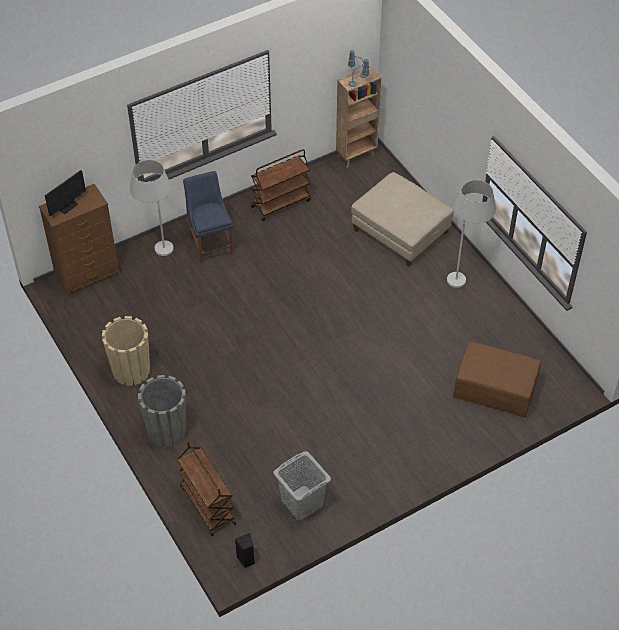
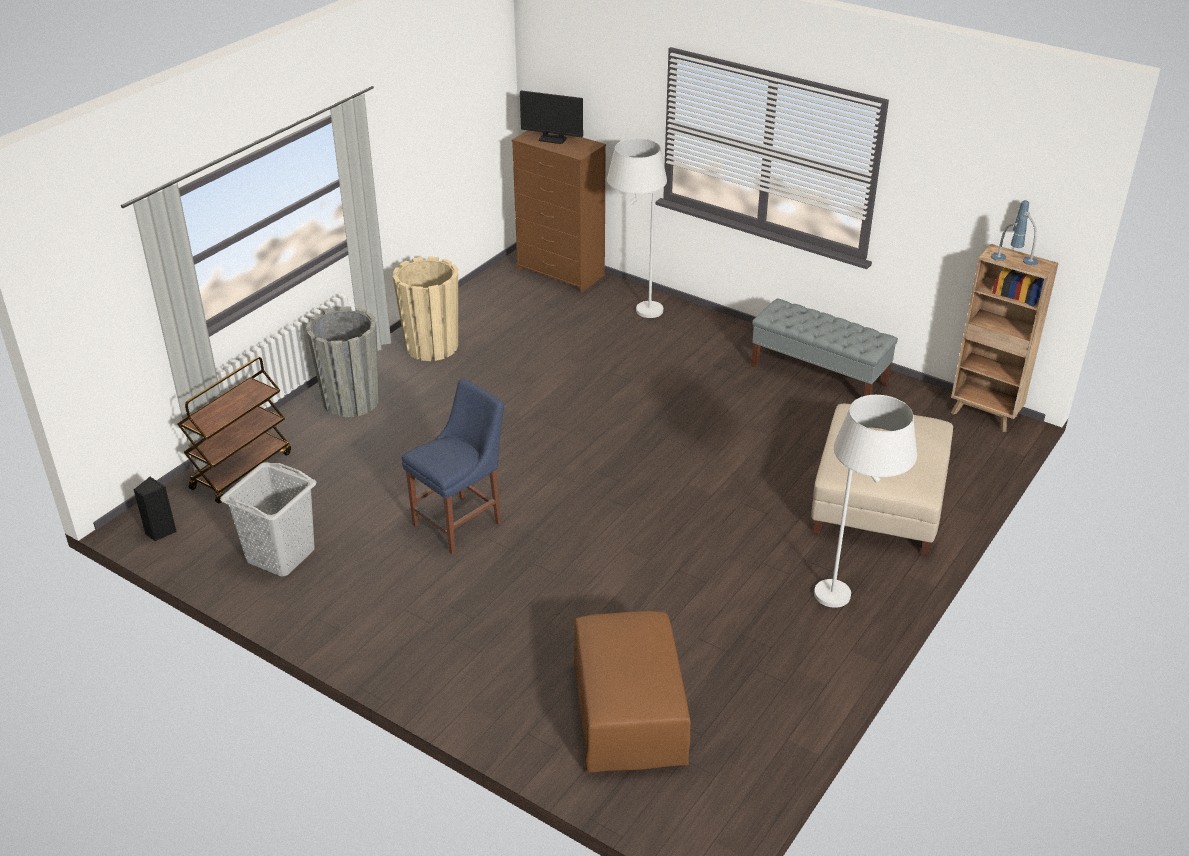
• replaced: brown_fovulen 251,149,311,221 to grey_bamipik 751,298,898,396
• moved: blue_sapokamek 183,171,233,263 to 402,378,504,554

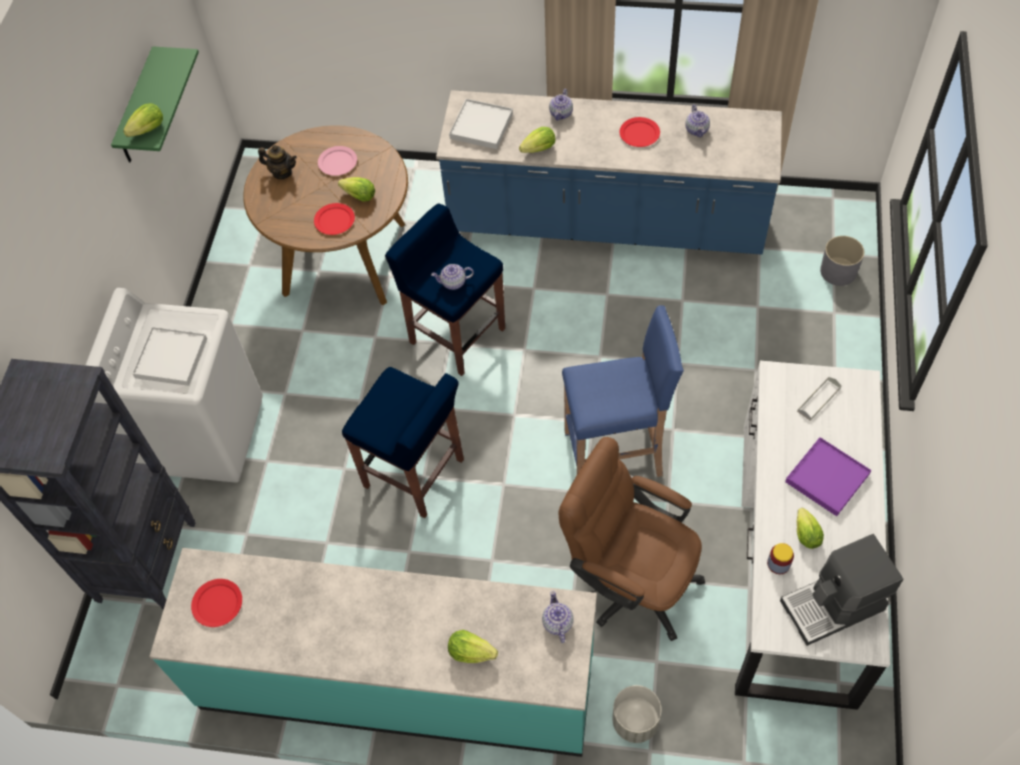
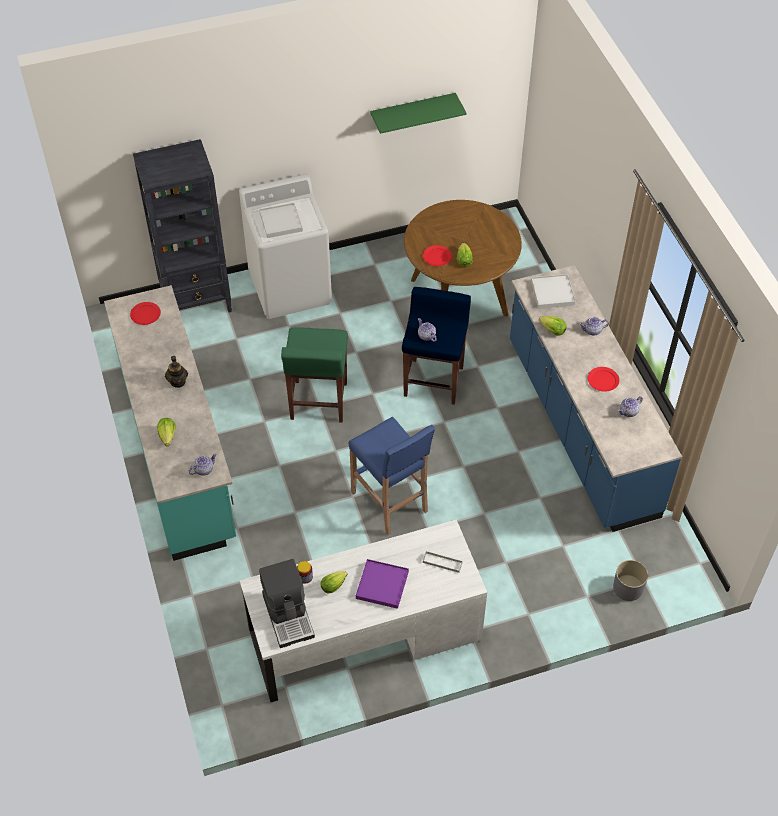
• removed: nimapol 123,103,163,137
• moved: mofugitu 258,145,297,179 to 165,356,188,388
• removed: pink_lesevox 318,146,357,176
• recoloured: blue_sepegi 342,367,464,518 to green_sepegi 281,328,348,423
• removed: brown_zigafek 558,437,705,641
• turned: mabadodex 780,534,903,646 = 259,559,315,648 150 degrees counterclockwise
• removed: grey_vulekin 612,685,661,743

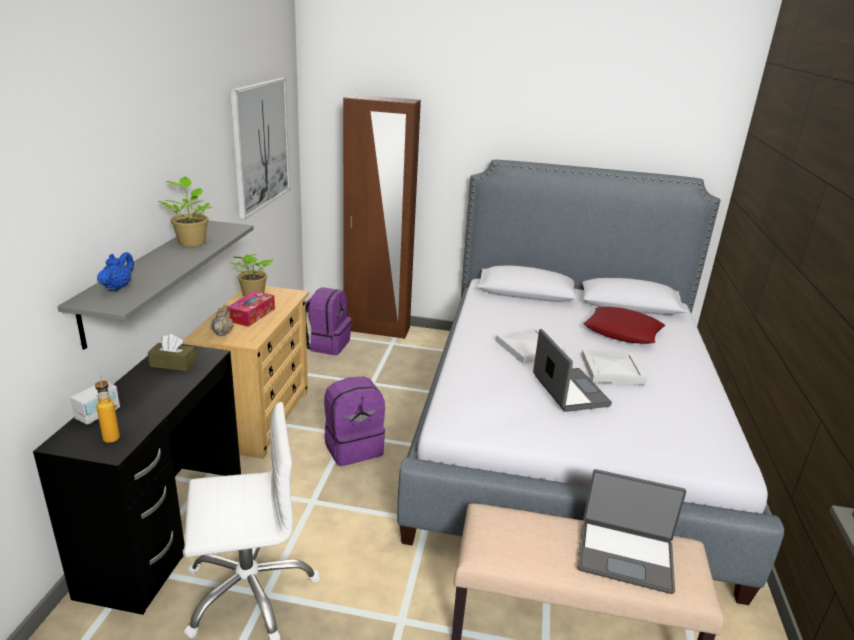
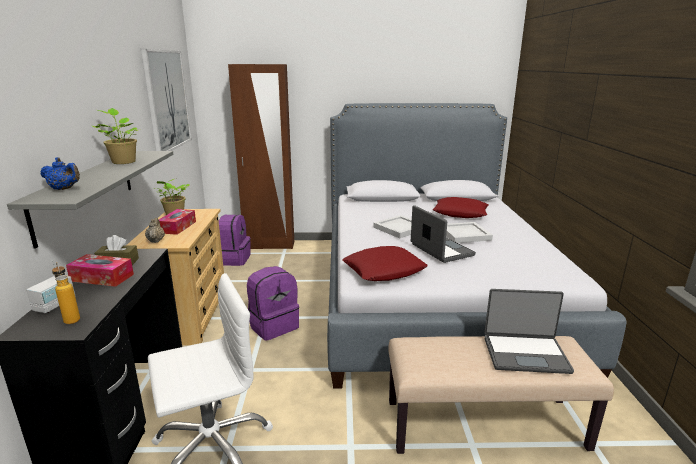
• turned: blue_mofugitu 97,252,134,291 = 40,157,80,190 105 degrees clockwise
• added: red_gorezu 342,246,428,281
• added: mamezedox 66,254,134,287

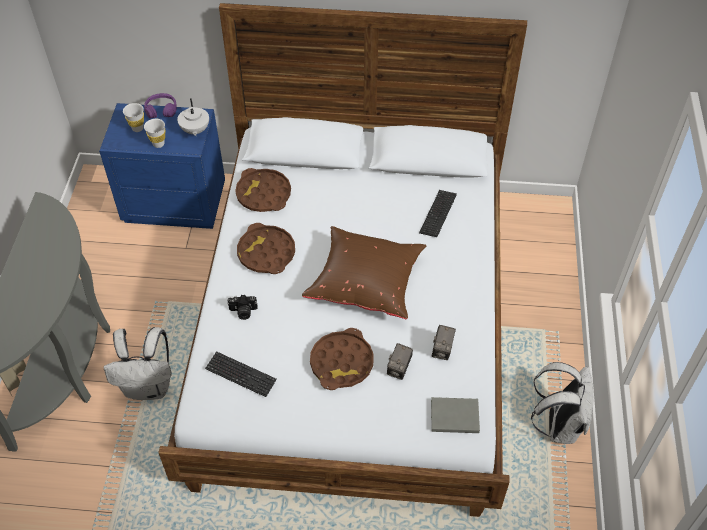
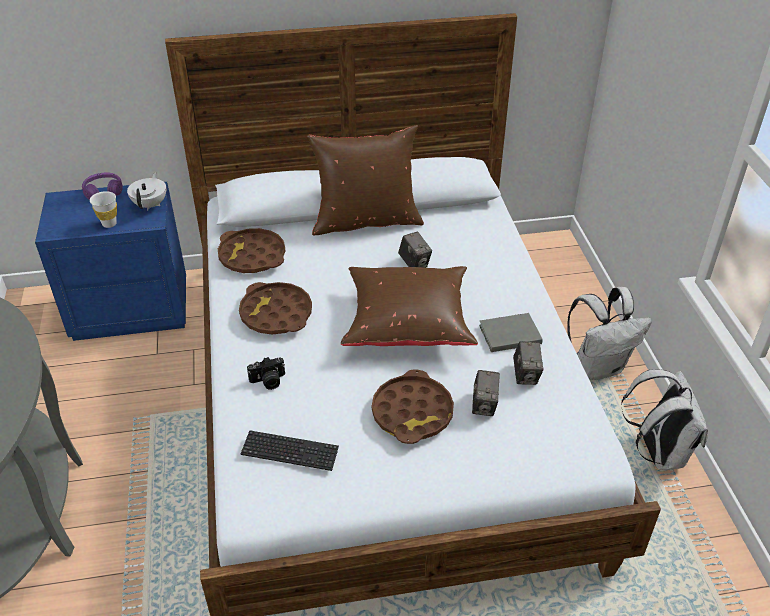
• turned: white_mofugitu 177,98,209,136 = 127,172,166,210 150 degrees counterclockwise
• removed: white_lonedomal 123,103,144,132
• removed: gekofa 419,190,457,237
• moved: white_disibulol 104,327,172,400 to 567,287,652,380
• moved: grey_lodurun 431,397,480,433 to 479,313,543,352
• added: brown_gorezu 307,125,424,236
• added: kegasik 398,232,432,268

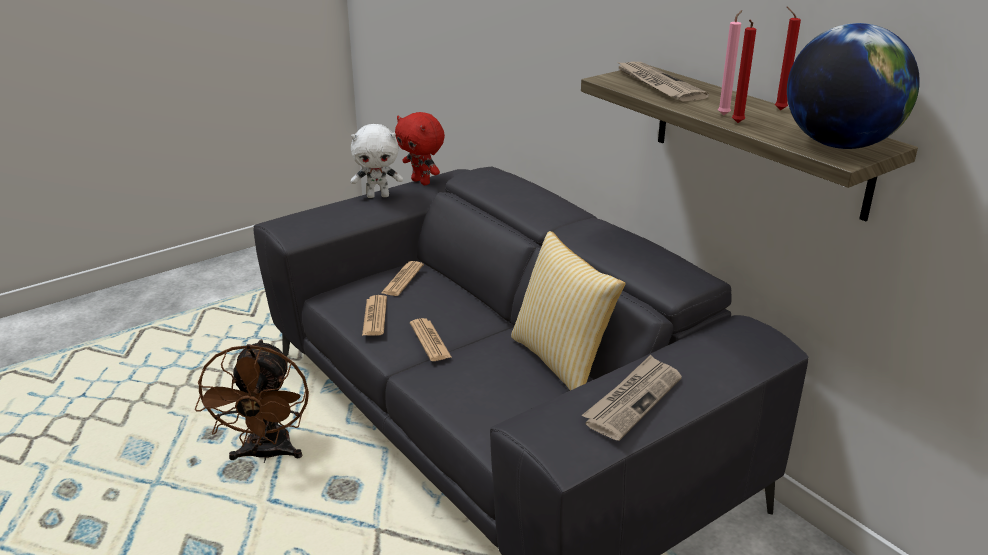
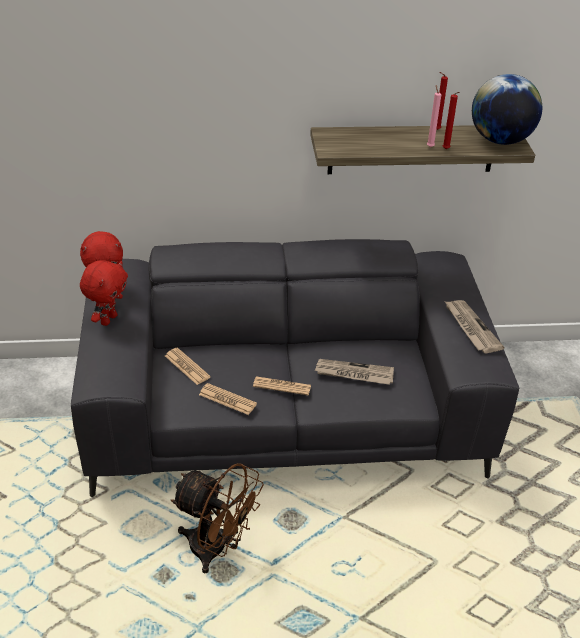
• moved: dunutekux 616,61,709,101 to 315,359,394,385
• recoloured: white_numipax 351,124,403,198 to red_numipax 80,260,127,326
• removed: gorezu 511,231,625,391

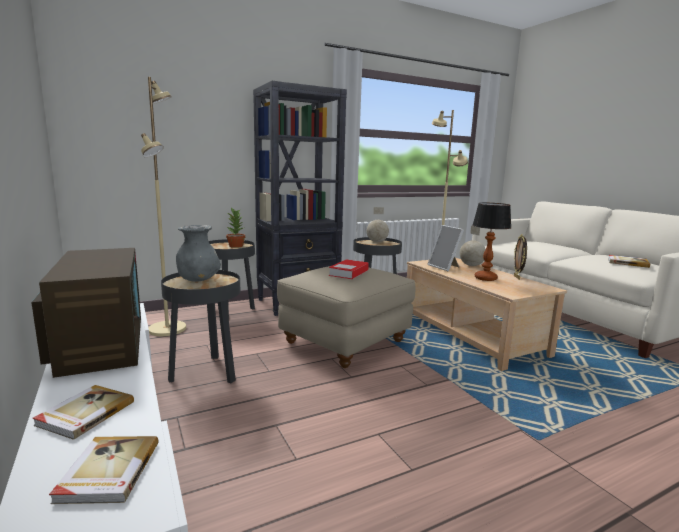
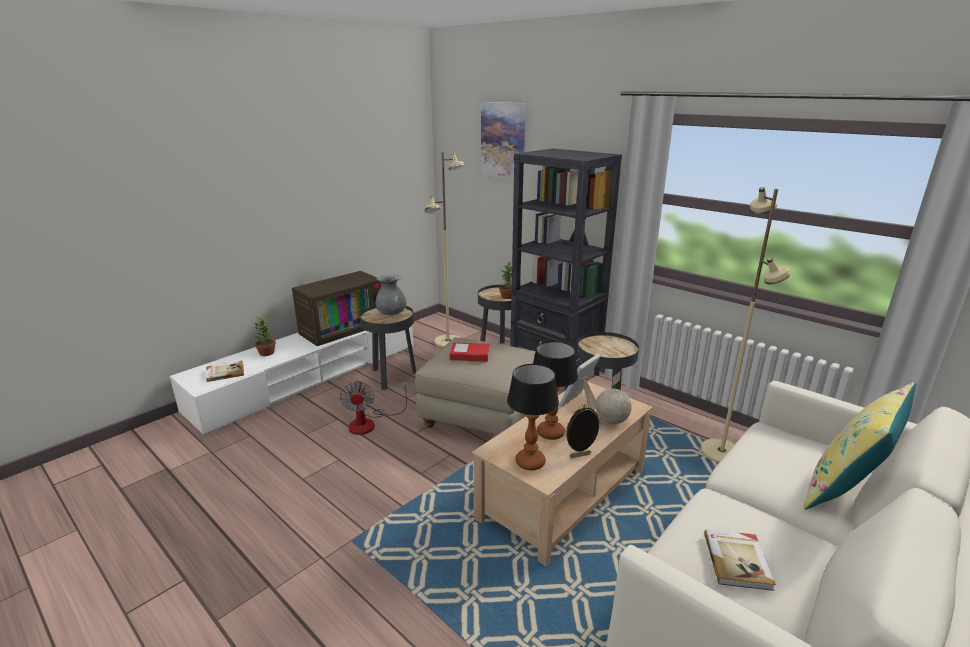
• removed: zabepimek 366,207,389,242
• replaced: lodurun 32,385,134,440 to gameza 253,316,276,356
• added: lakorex 481,102,526,180
• added: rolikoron 507,364,559,470
• added: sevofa 340,380,409,435
• added: yellow_gorezu 804,382,916,509

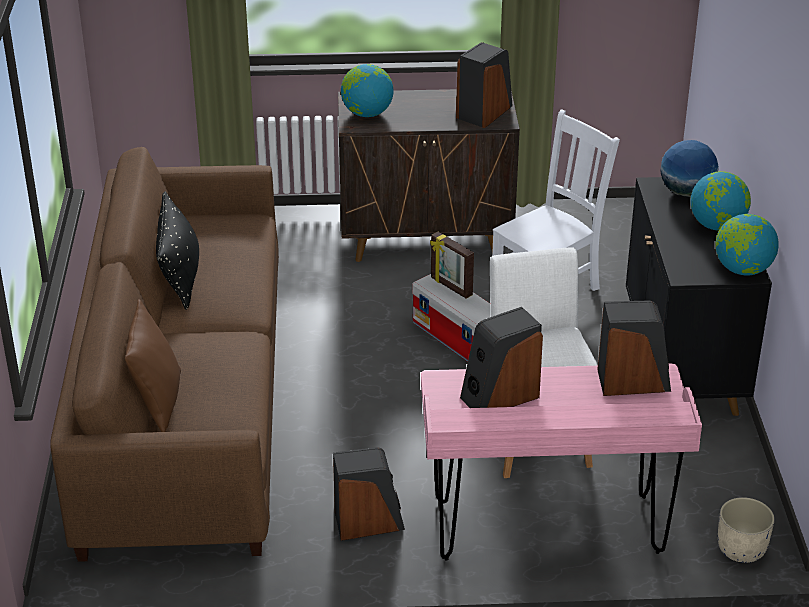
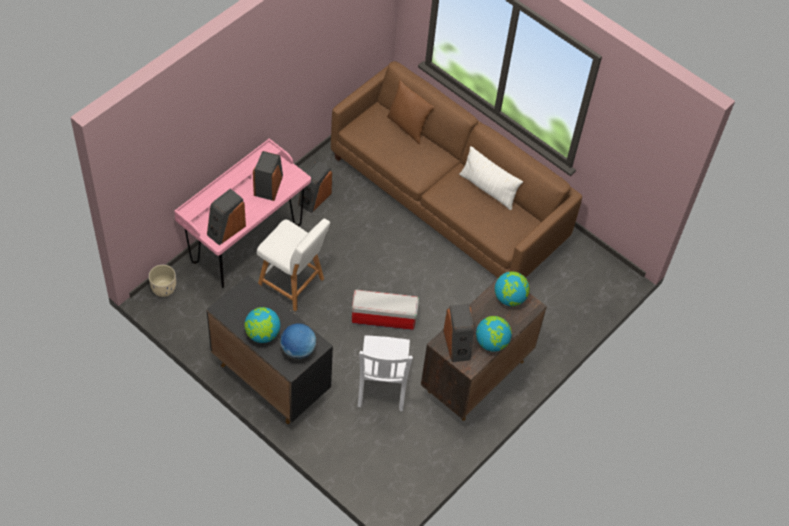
• recoloured: black_gorezu 156,192,199,310 to white_gorezu 459,146,523,210
• moved: zabepimek 716,214,779,276 to 476,316,512,352
• removed: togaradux 430,232,474,299

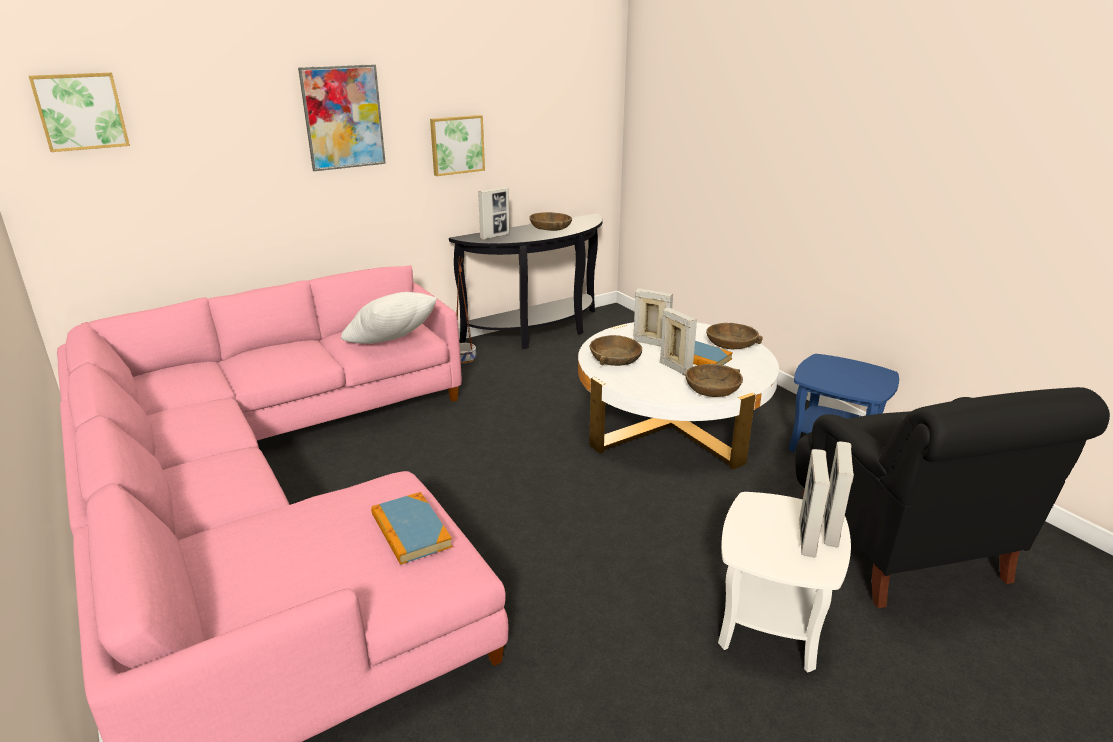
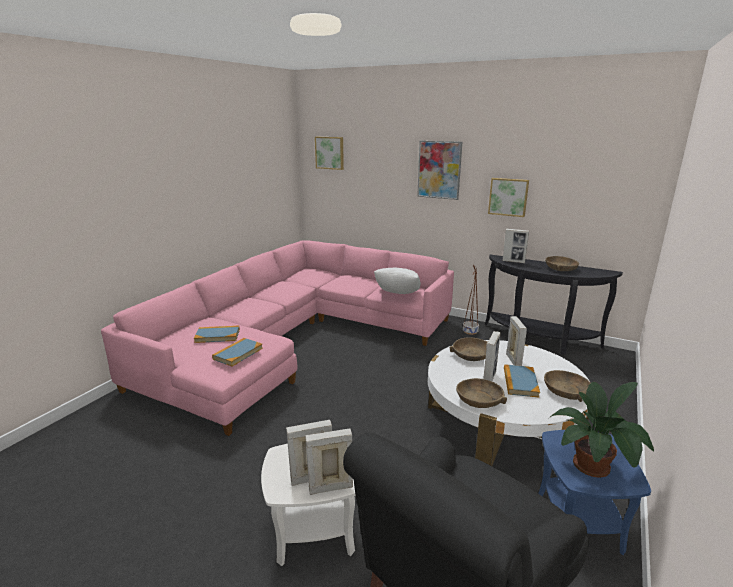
• added: lodurun 194,326,240,343
• added: gameza 549,382,654,478

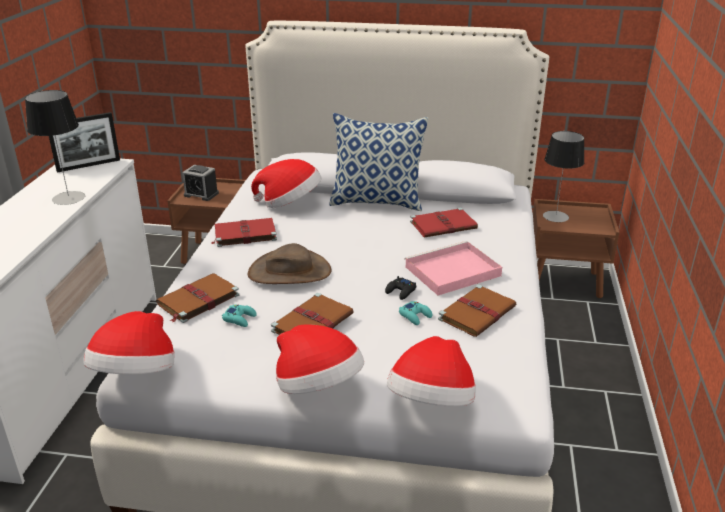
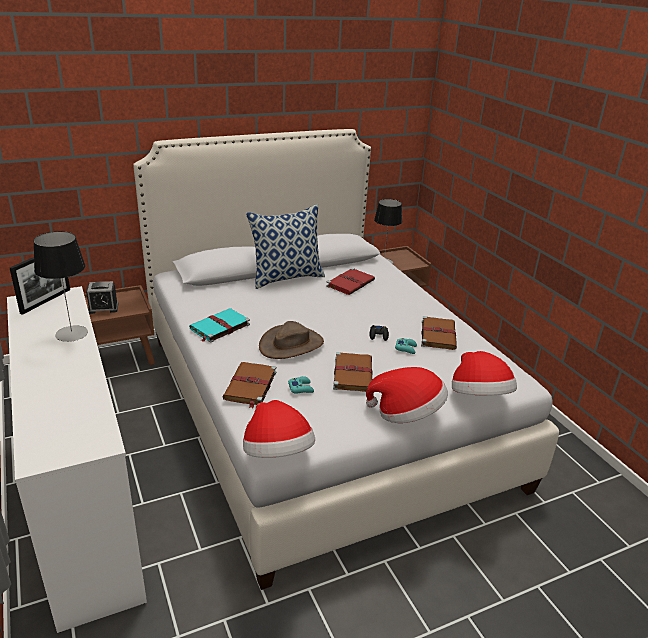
• removed: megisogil 251,159,321,208
• recoloured: red_lodurun 212,218,277,247 to turquoise_lodurun 189,308,250,343
• removed: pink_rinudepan 405,241,502,296

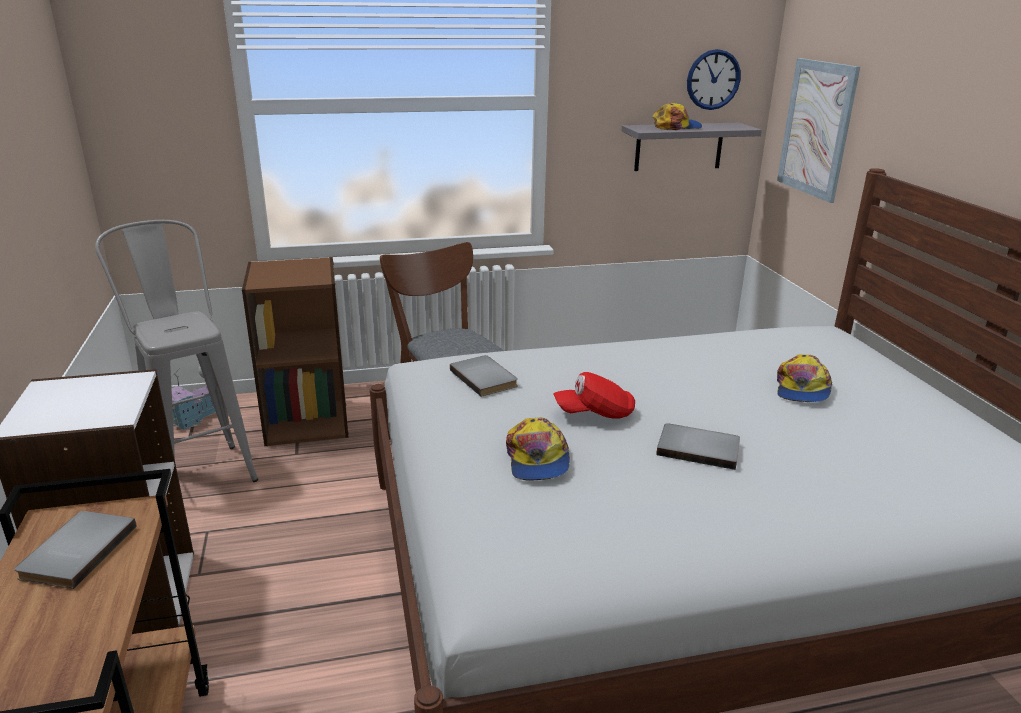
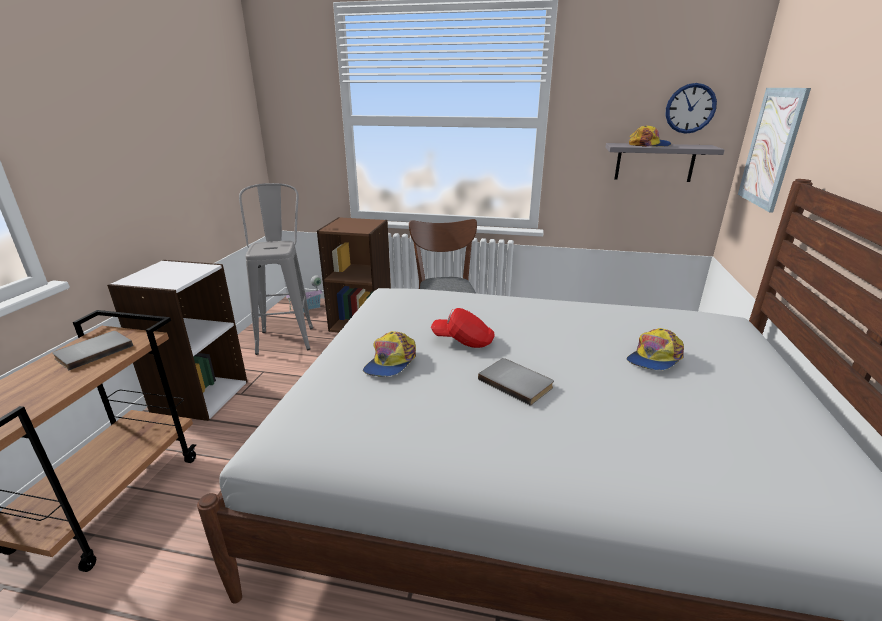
• removed: grey_lodurun 450,355,518,397

